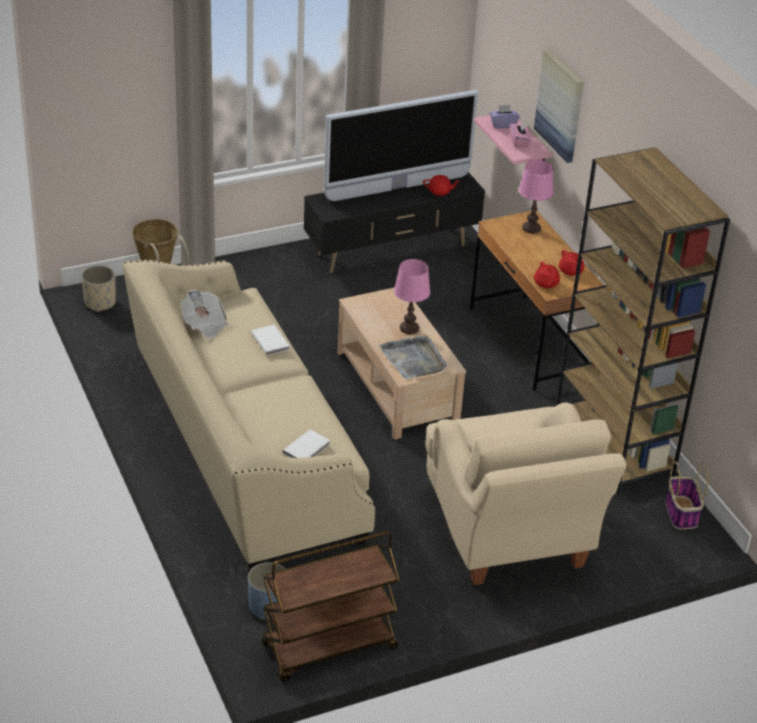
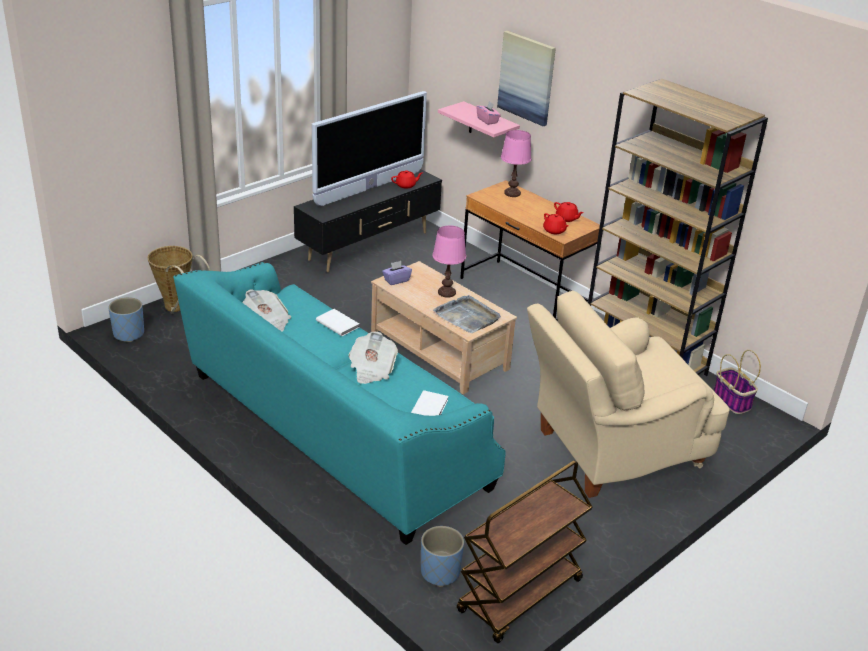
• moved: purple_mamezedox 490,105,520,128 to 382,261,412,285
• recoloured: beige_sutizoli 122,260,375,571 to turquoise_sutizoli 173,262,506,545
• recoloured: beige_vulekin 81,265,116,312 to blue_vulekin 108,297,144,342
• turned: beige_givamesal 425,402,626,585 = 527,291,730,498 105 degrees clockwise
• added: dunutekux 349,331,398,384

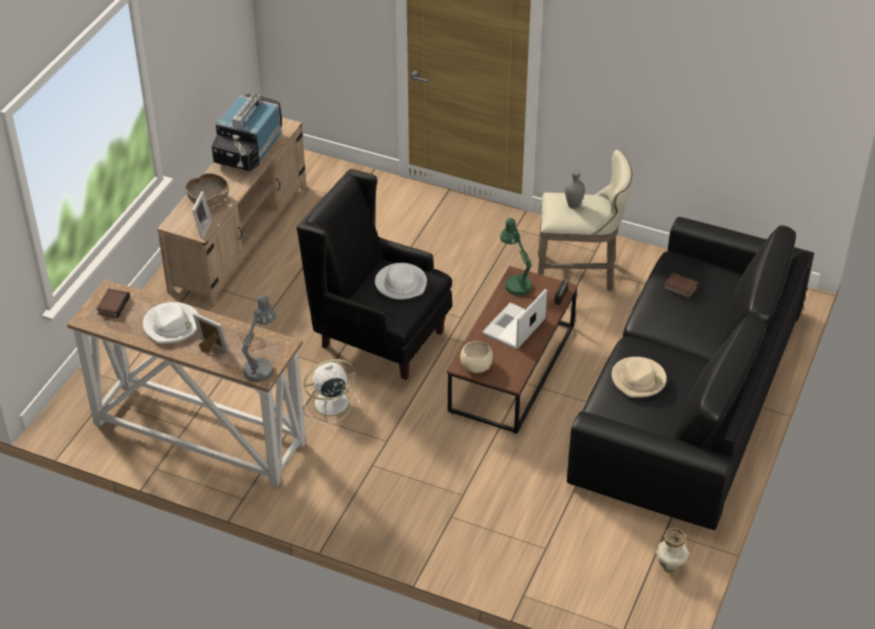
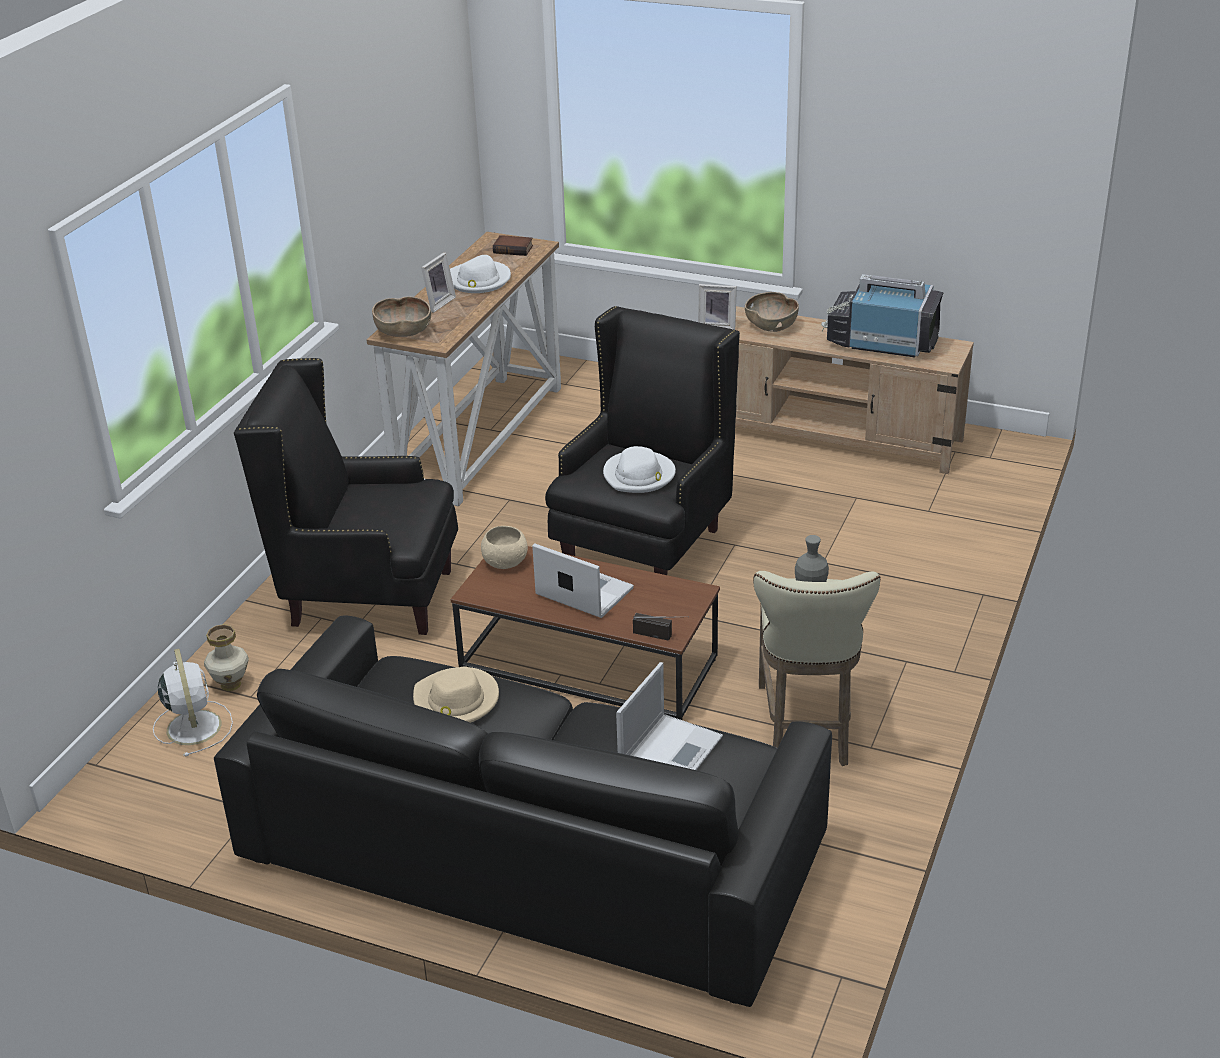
• removed: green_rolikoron 500,218,532,296
• replaced: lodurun 663,272,698,299 to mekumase 616,662,723,770
• replaced: grey_rolikoron 241,295,276,382 to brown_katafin 372,296,431,337
• moved: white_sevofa 304,359,361,424 to 153,649,233,757
• moved: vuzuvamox 656,528,689,573 to 204,624,249,691
• added: black_givamesal 234,358,458,635

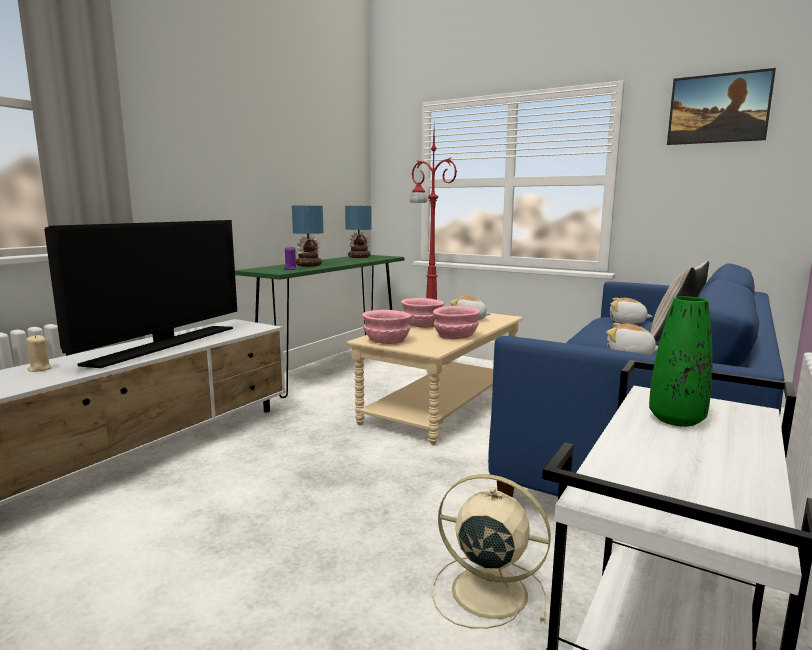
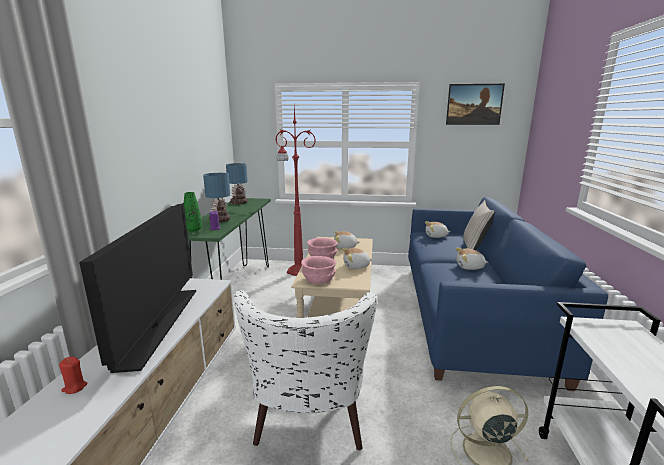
• moved: green_vuzuvamox 649,296,713,427 to 184,192,202,231
• replaced: pink_katafin 433,306,480,339 to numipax 342,248,373,269
• recoloured: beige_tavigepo 27,335,52,372 to red_tavigepo 59,357,88,394
• added: white_givamesal 234,290,378,450

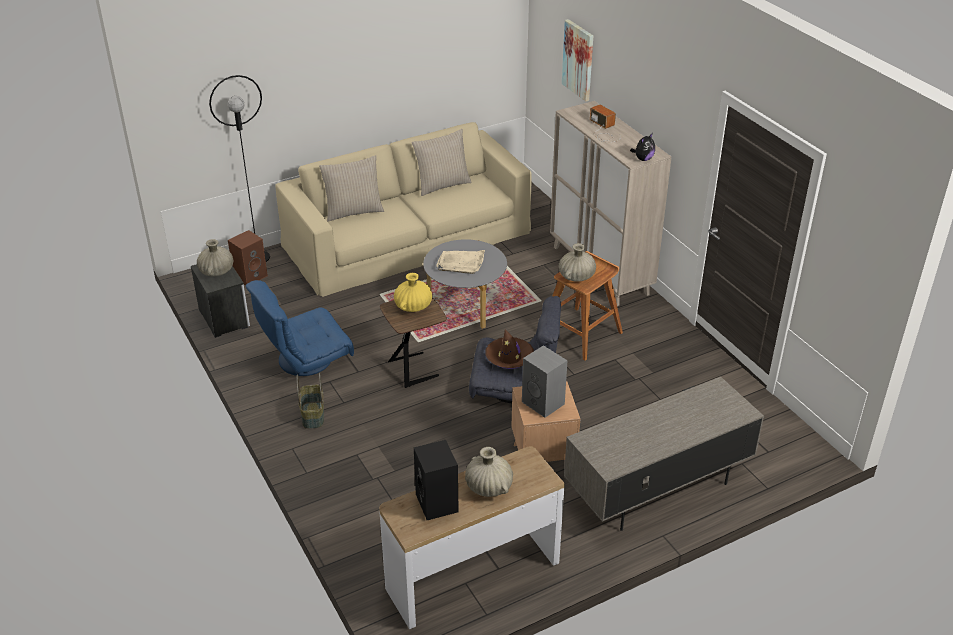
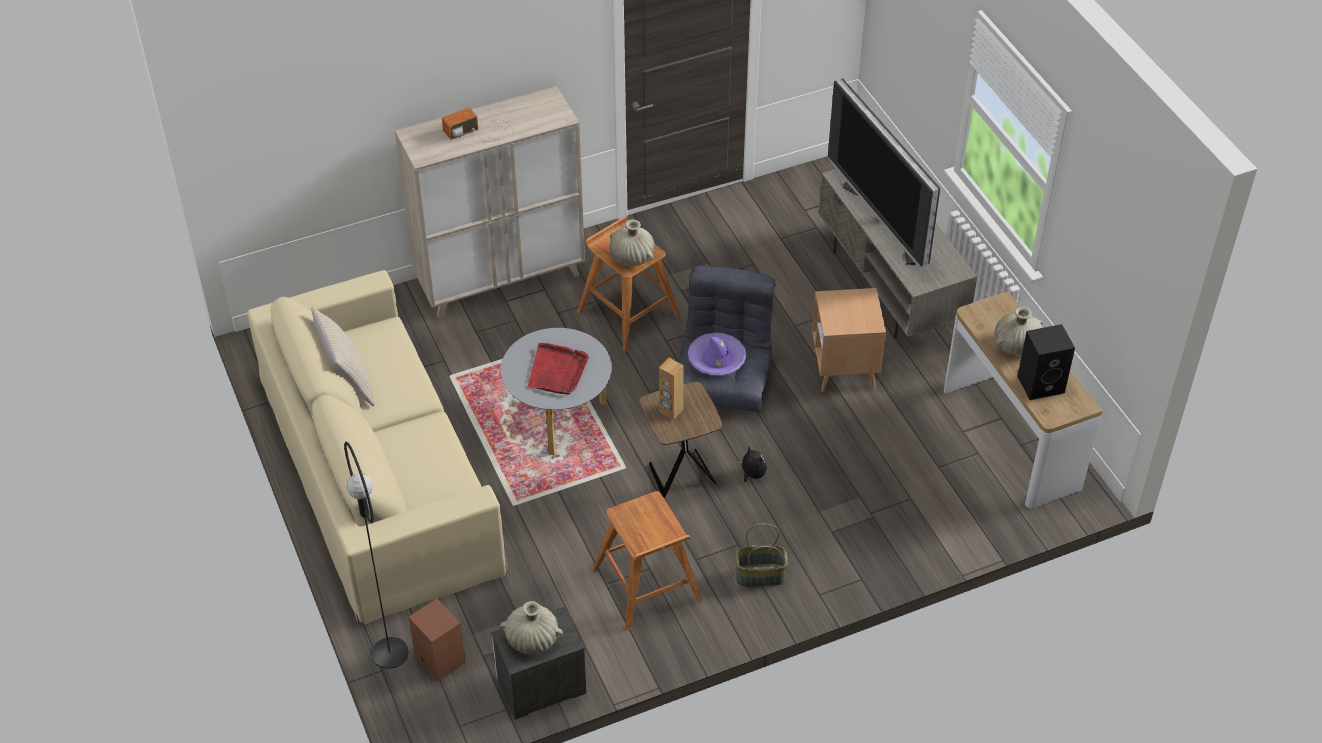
• removed: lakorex 562,19,593,101
• moved: numipax 630,133,655,161 to 738,447,767,482
• removed: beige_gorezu 319,155,384,222
• recoloured: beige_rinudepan 436,250,485,274 to red_rinudepan 528,343,589,394
• replaced: yellow_vuzuvamox 394,273,432,312 to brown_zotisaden 659,358,684,420
• replaced: blue_givamesal 246,280,354,376 to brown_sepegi 592,491,703,631
• recoloured: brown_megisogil 485,330,534,369 to purple_megisogil 688,333,746,375
• removed: grey_zotisaden 522,345,568,418
• added: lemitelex 828,78,940,269

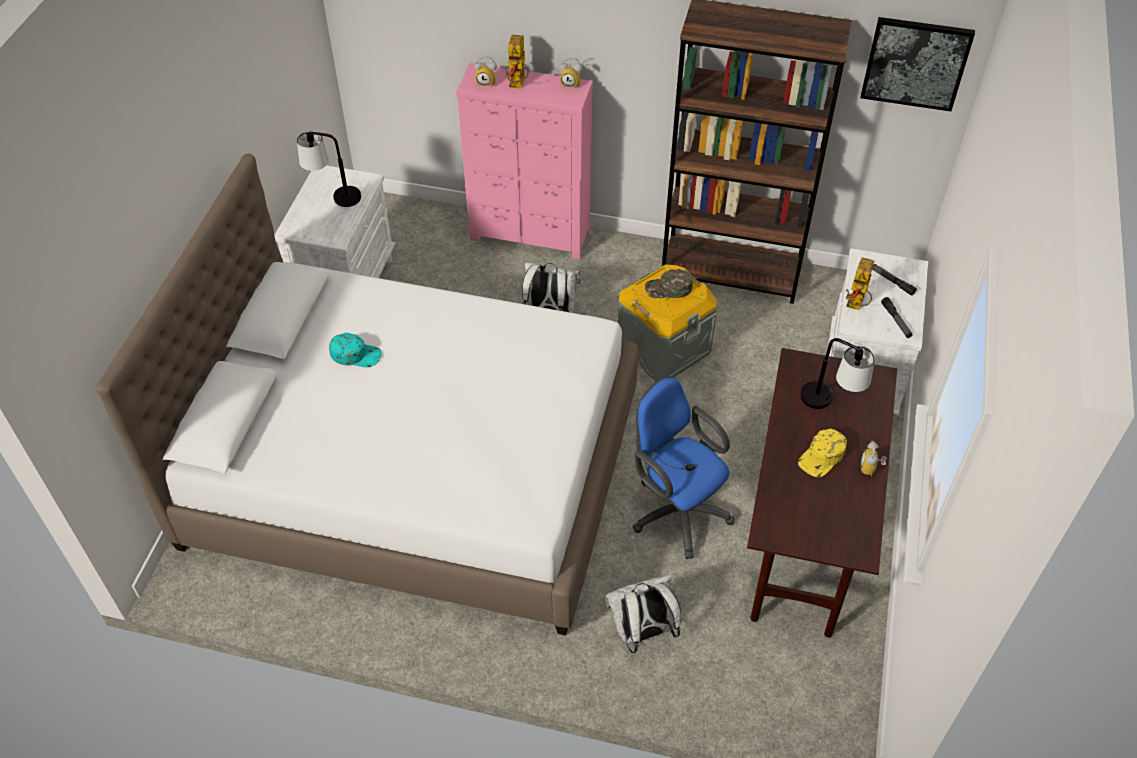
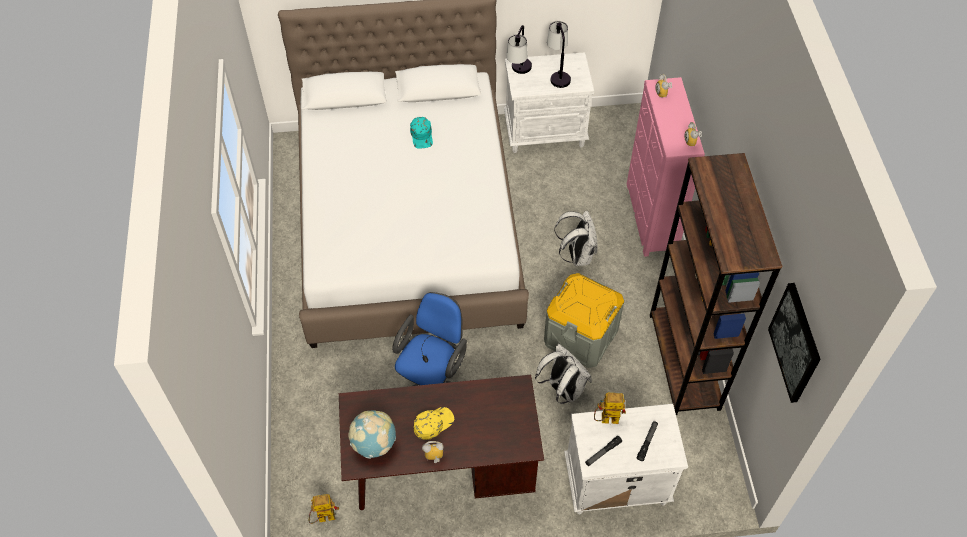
• moved: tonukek 503,35,528,89 to 309,494,339,524
• removed: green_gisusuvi 645,269,693,298
• moved: rolikoron 800,338,875,409 to 506,25,532,74
• turned: yellow_gisusuvi 798,429,847,477 = 414,407,454,440 120 degrees clockwise
• moved: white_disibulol 605,574,681,653 to 535,343,591,404
• added: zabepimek 348,410,396,459

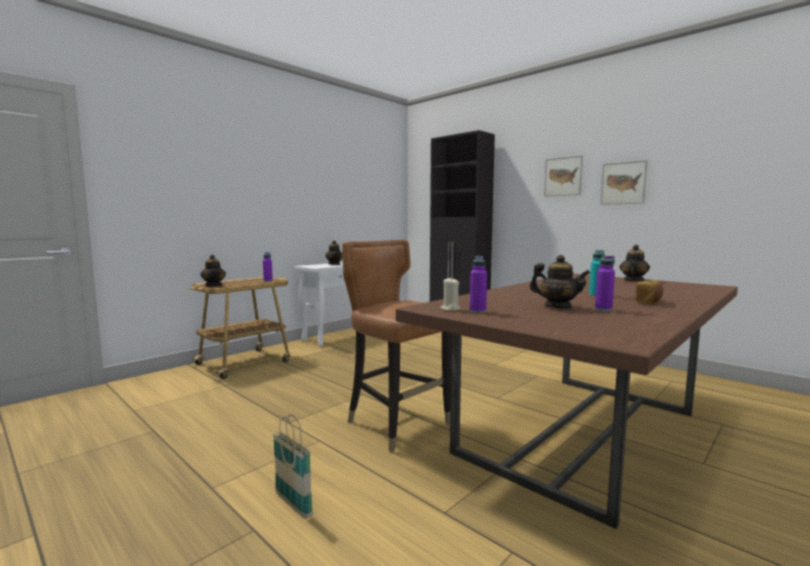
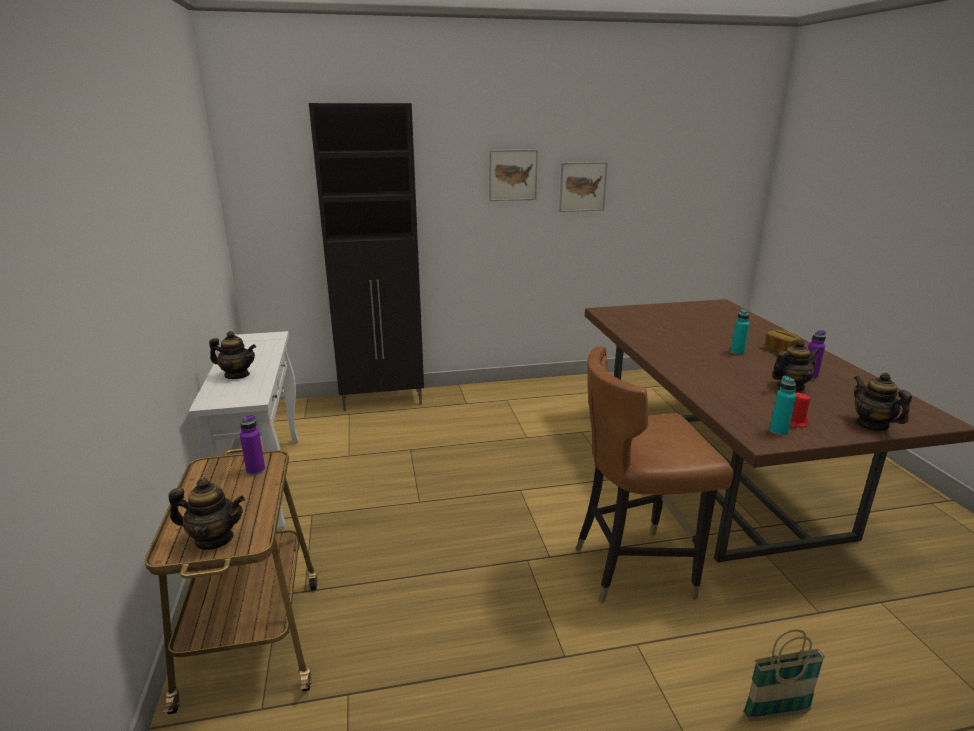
• moved: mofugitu 620,245,650,281 to 854,372,912,431
• replaced: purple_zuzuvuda 470,256,487,313 to red_tavigepo 790,393,811,428
• replaced: beige_tavigepo 440,278,461,311 to turquoise_zuzuvuda 769,376,796,436

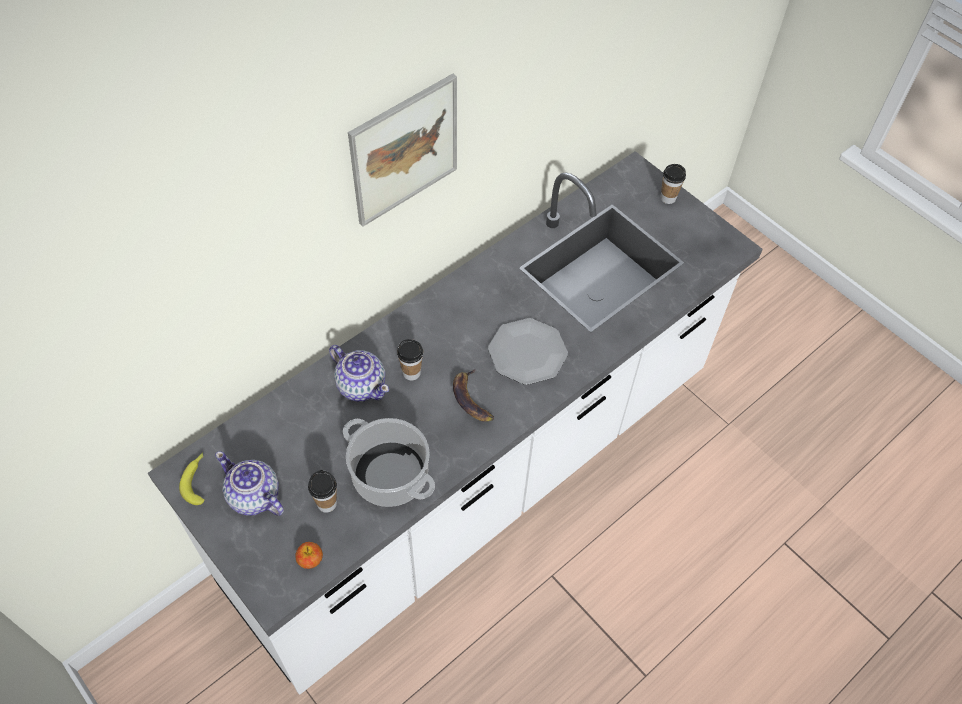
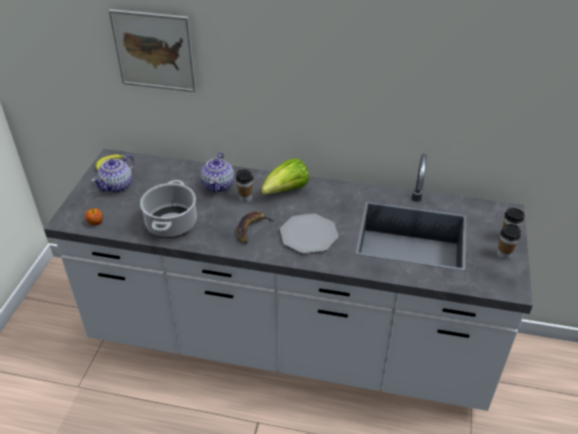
• moved: lakorex 348,74,457,227 to 109,9,197,92
• turned: mofugitu 215,451,284,516 = 92,154,135,193 150 degrees counterclockwise
• moved: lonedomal 308,470,337,513 to 497,224,521,260
• added: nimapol 261,158,310,195

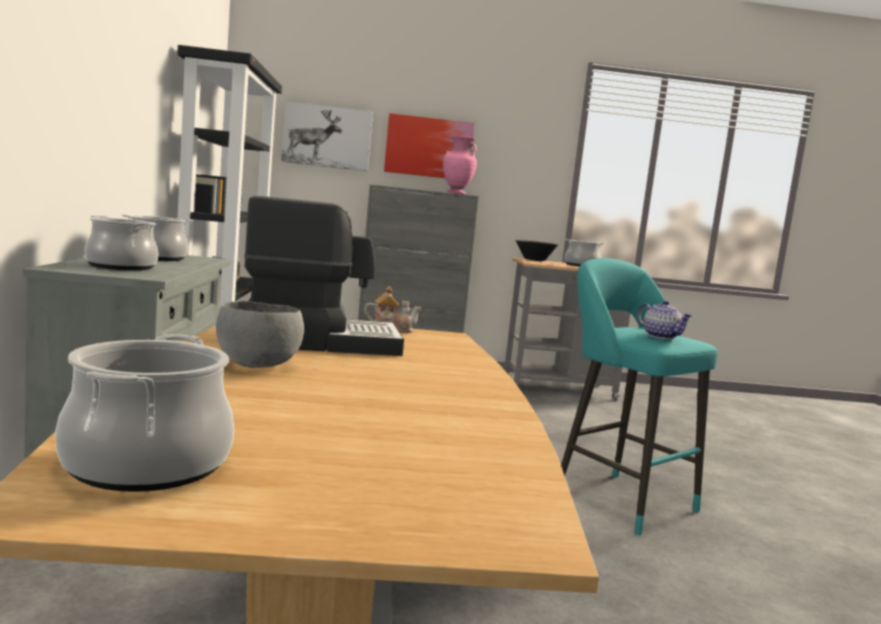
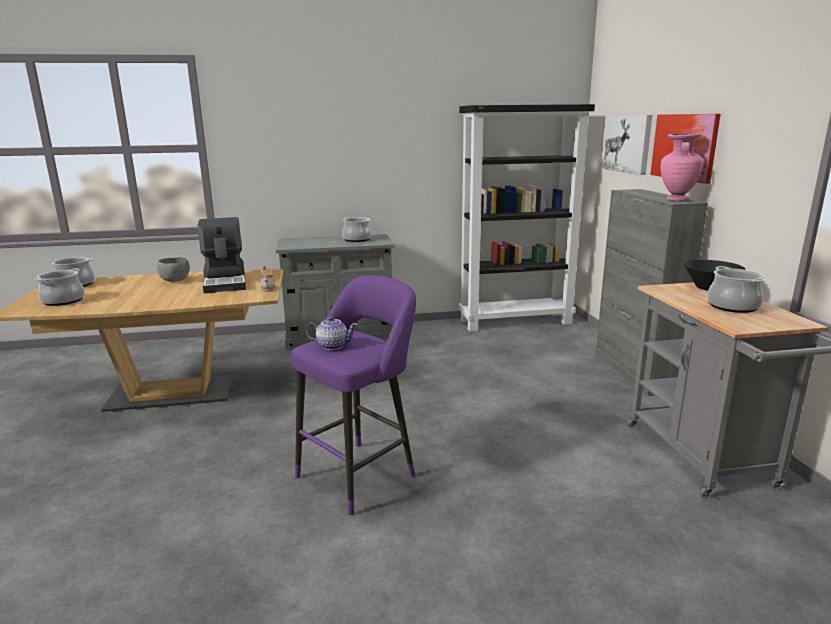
• moved: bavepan 85,215,158,270 to 34,268,85,306
• recoloured: turquoise_sepegi 561,258,718,535 to purple_sepegi 291,275,416,515
• turned: mofugitu 638,300,693,339 = 306,316,358,350 135 degrees counterclockwise

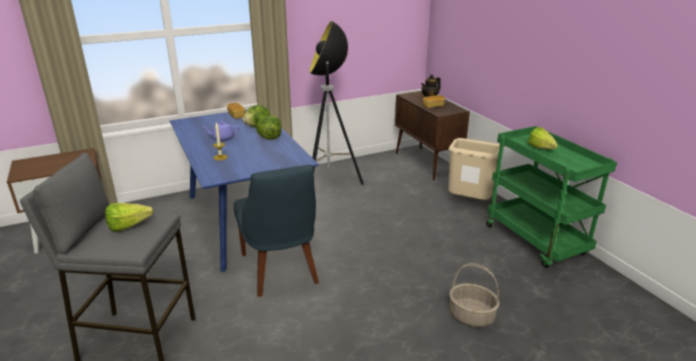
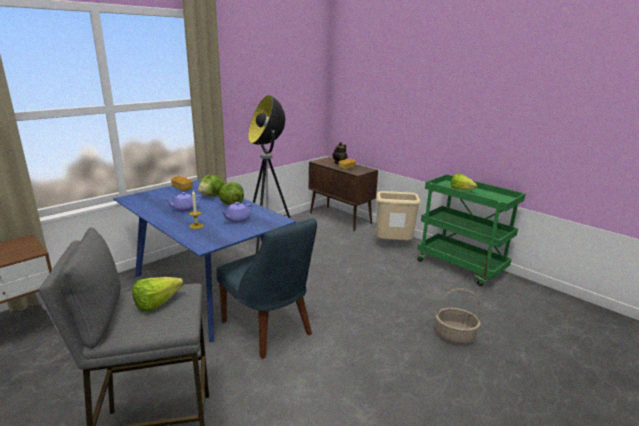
• added: purple_mofugitu 220,202,252,223

